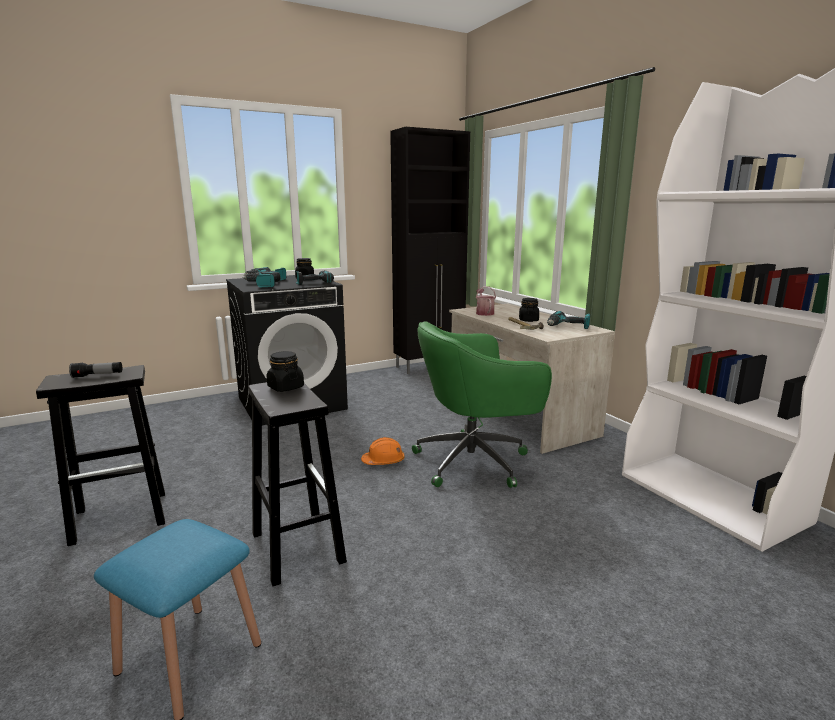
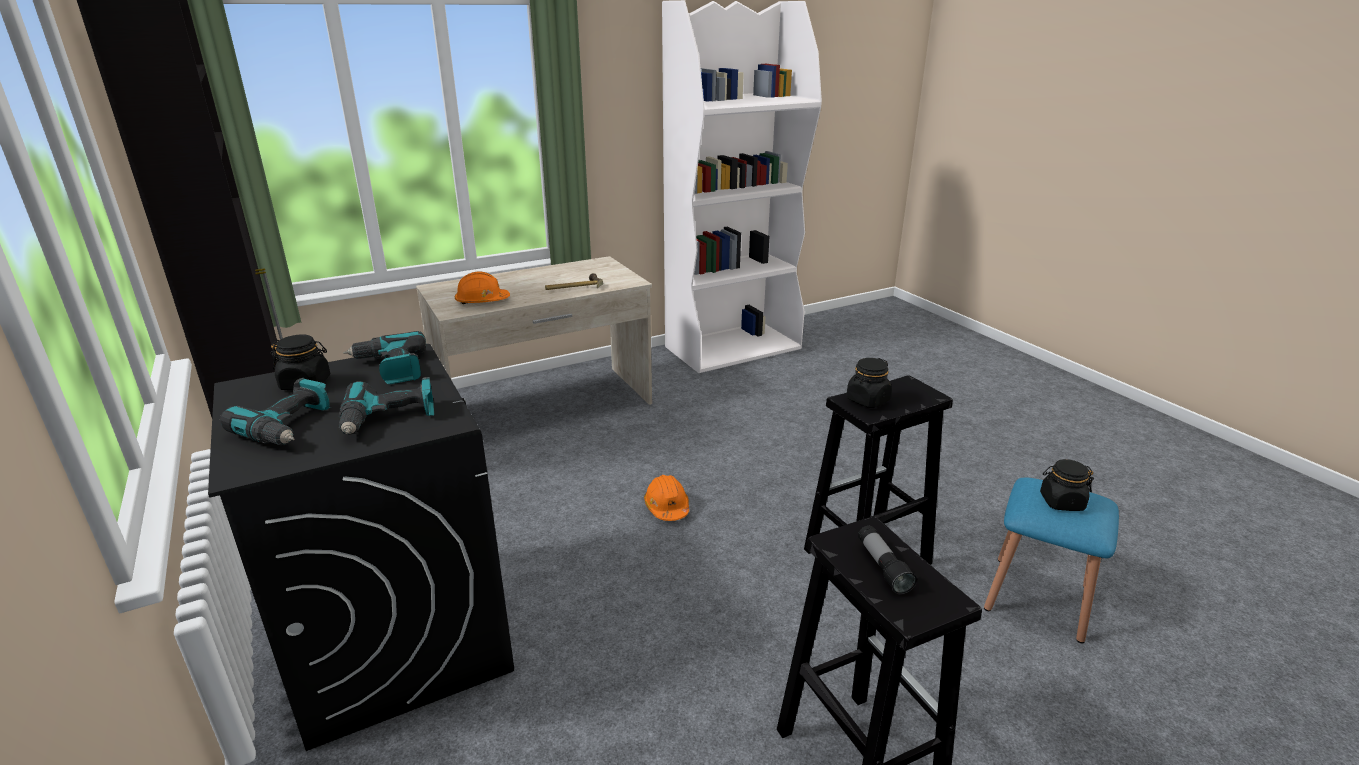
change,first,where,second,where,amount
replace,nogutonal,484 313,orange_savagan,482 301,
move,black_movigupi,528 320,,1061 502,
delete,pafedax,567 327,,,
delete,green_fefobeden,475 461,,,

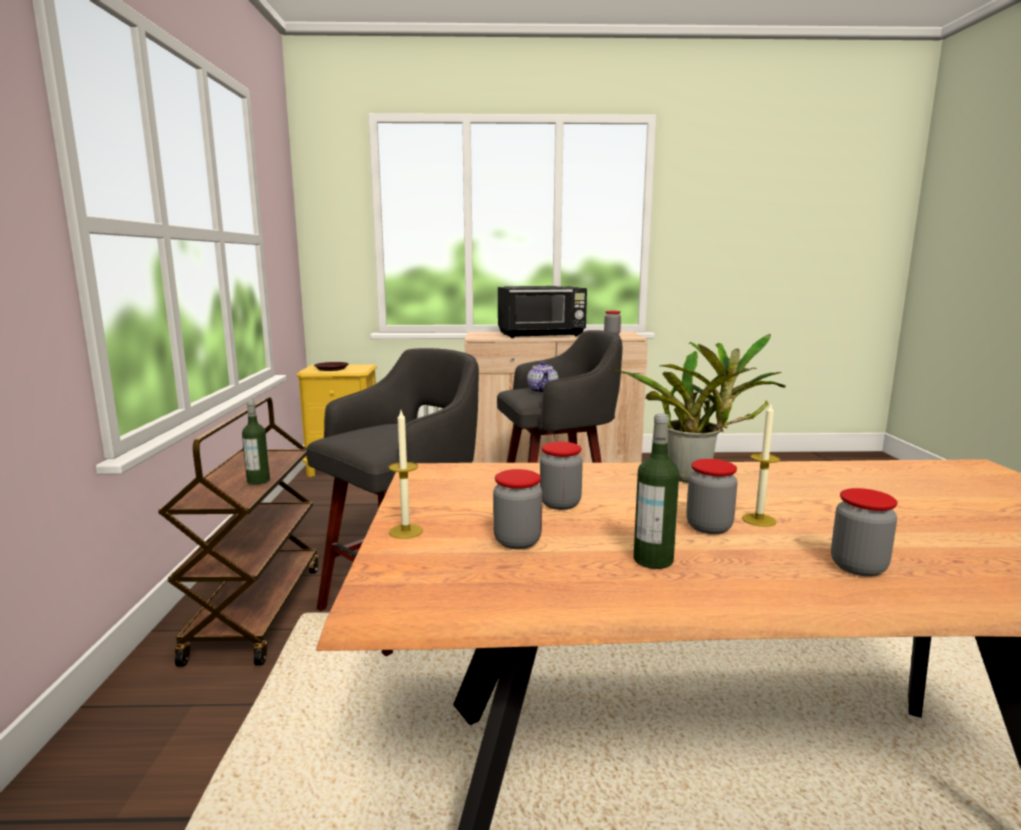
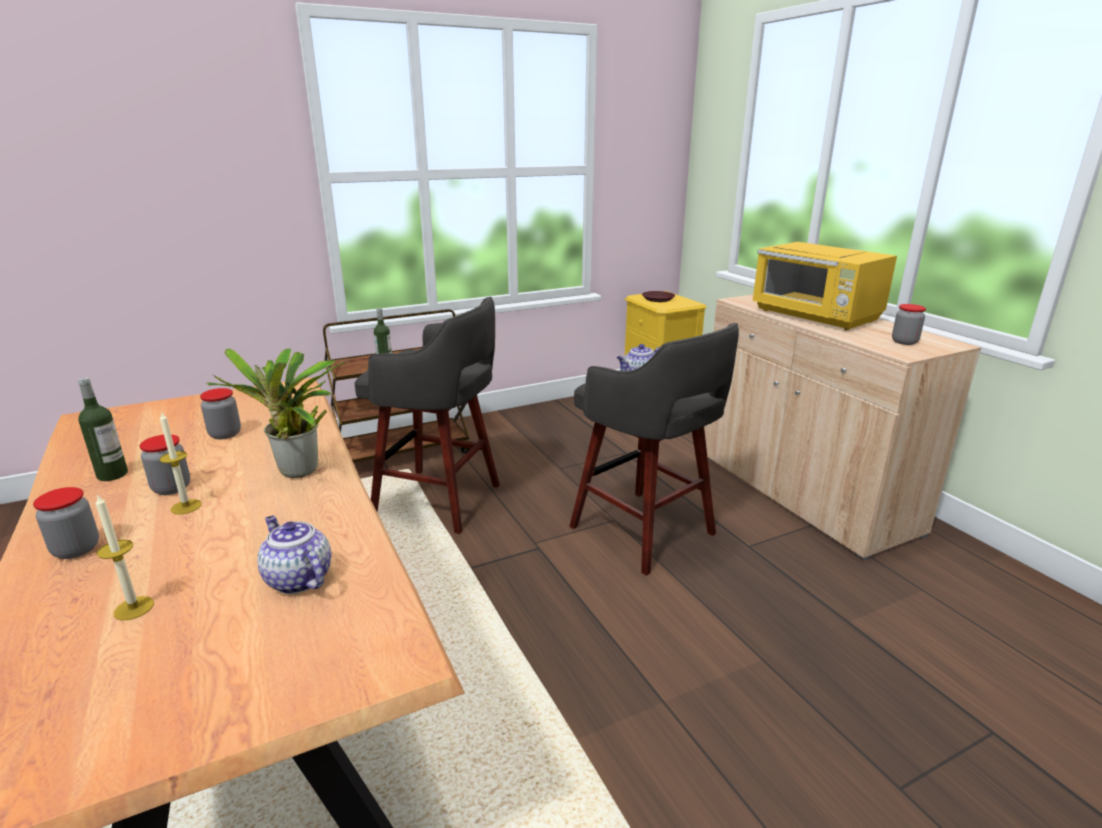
change,first,where,second,where,amount
recolor,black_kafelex,542 335,yellow_kafelex,815 316,
move,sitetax,406 531,,134 608,
delete,movigupi,517 541,,,
insert,,,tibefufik,297 579,

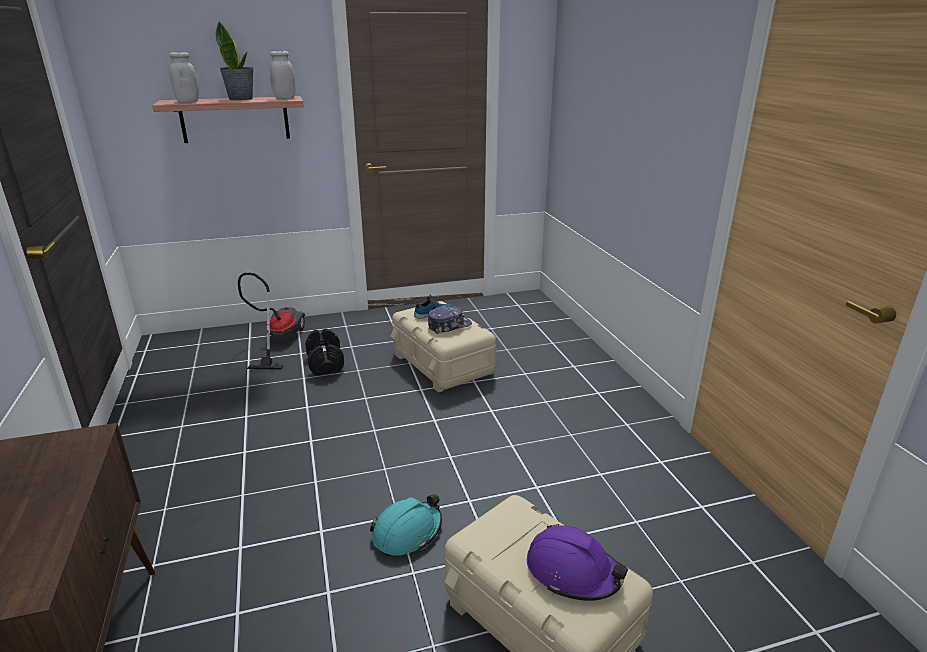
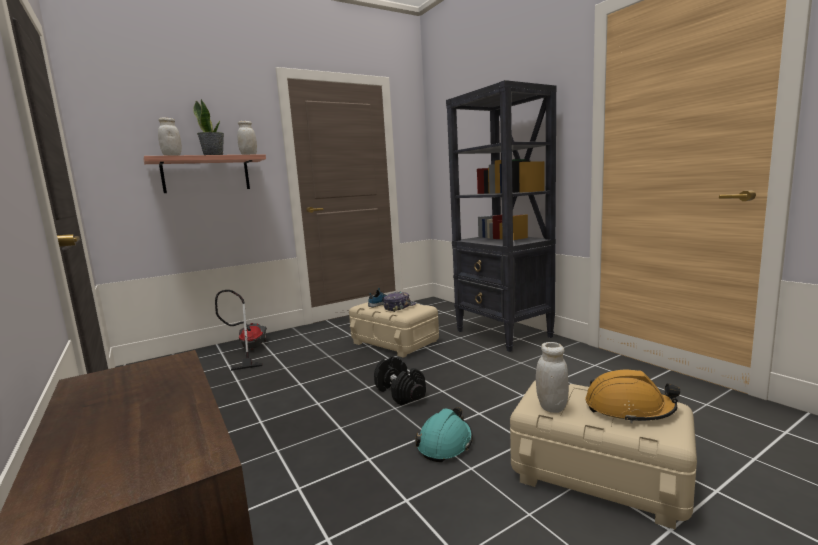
change,first,where,second,where,amount
move,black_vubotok,325 363,,400 392,
recolor,purple_savagan,573 572,orange_savagan,628 409,
insert,,,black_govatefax,504 334,
insert,,,white_movigupi,551 407,

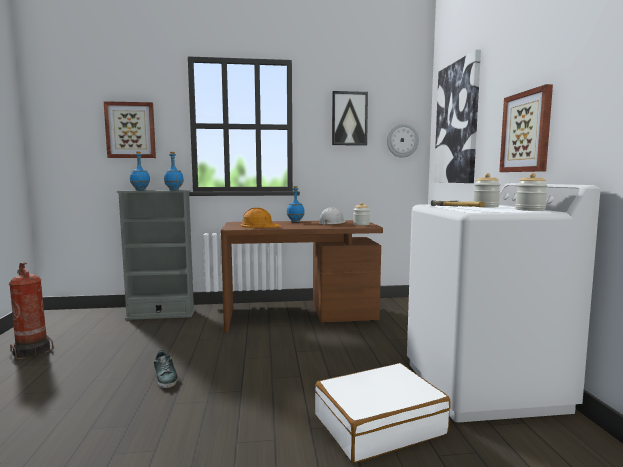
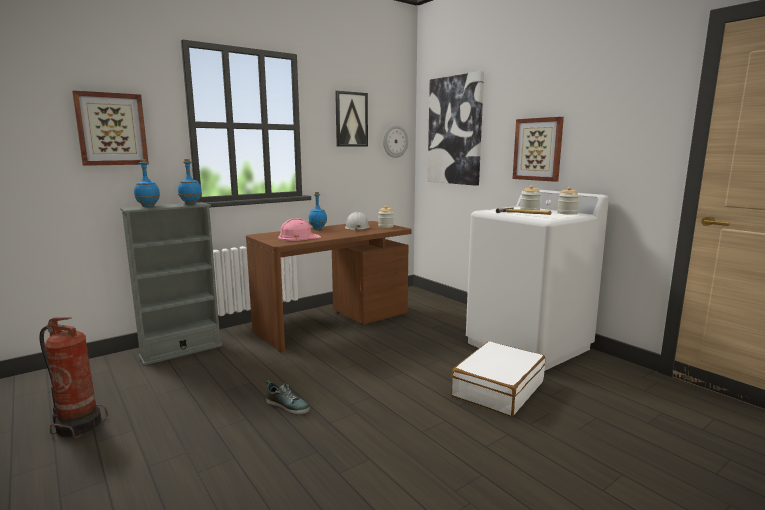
change,first,where,second,where,amount
recolor,orange_savagan,259 226,pink_savagan,298 237,

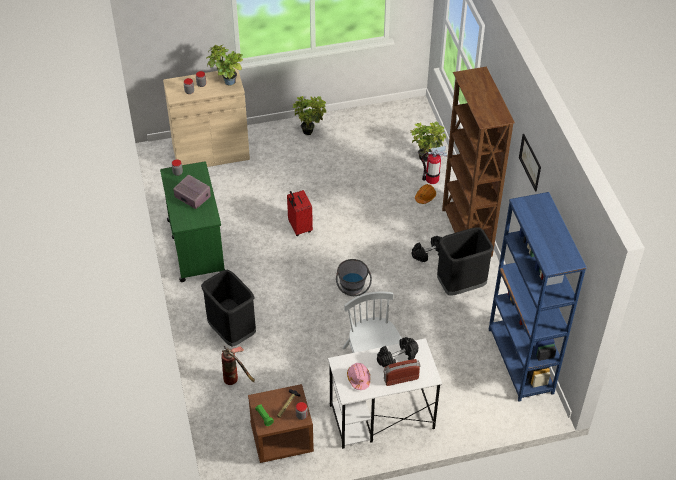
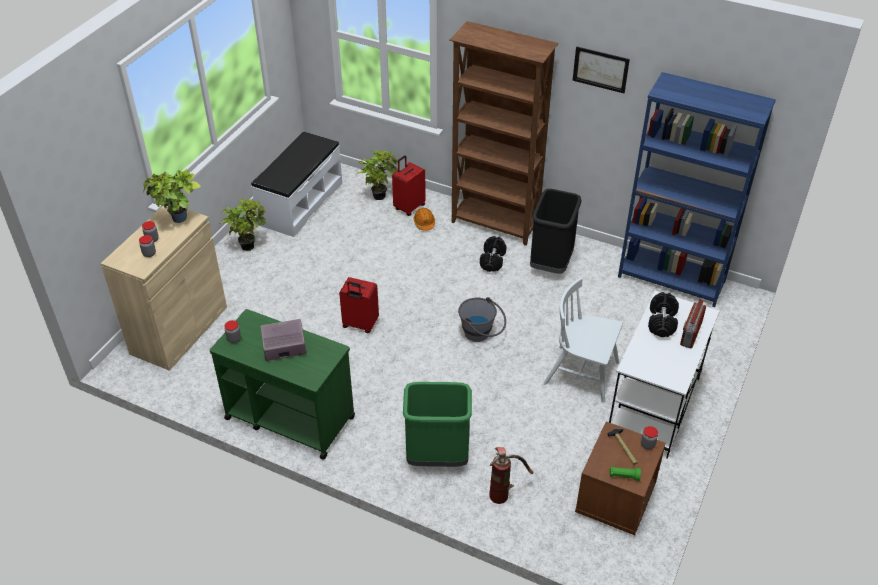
change,first,where,second,where,amount
replace,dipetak,432 179,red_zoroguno,409 207,
recolor,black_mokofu,231 332,green_mokofu,437 457,
delete,pink_savagan,358 378,,,
insert,,,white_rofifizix,300 203,

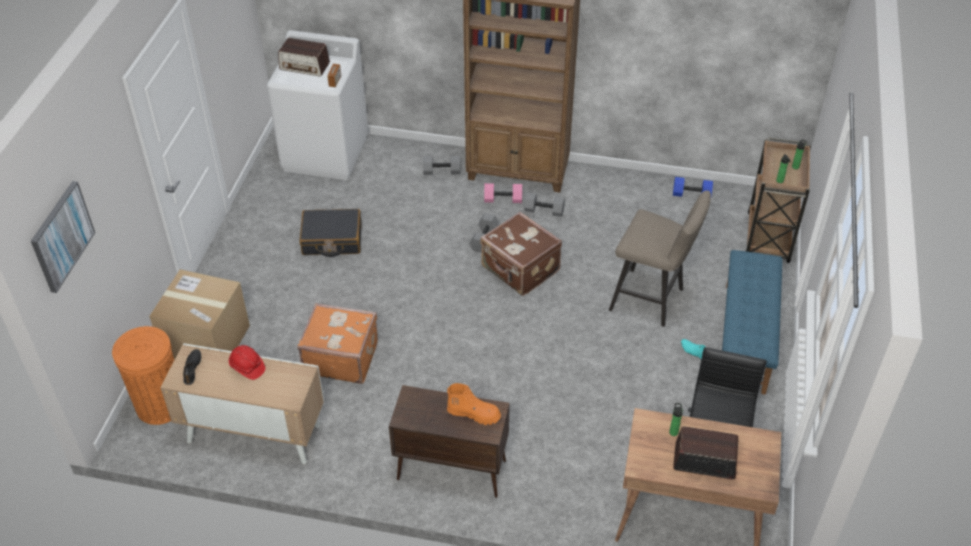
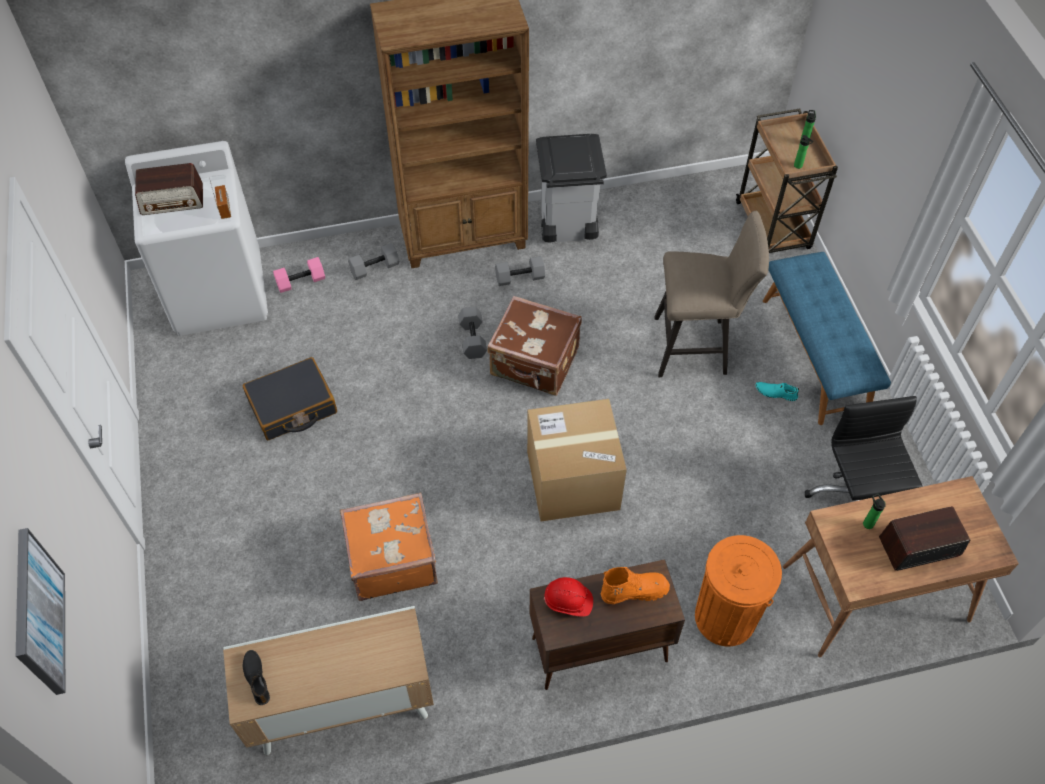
change,first,where,second,where,amount
delete,blue_vubotok,692 194,,,
move,pink_vubotok,503 199,,301 281,
move,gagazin,207 342,,573 480,
move,orange_mokofu,160 405,,725 617,
move,red_savagan,247 367,,568 601,
insert,,,grey_mokofu,566 227,

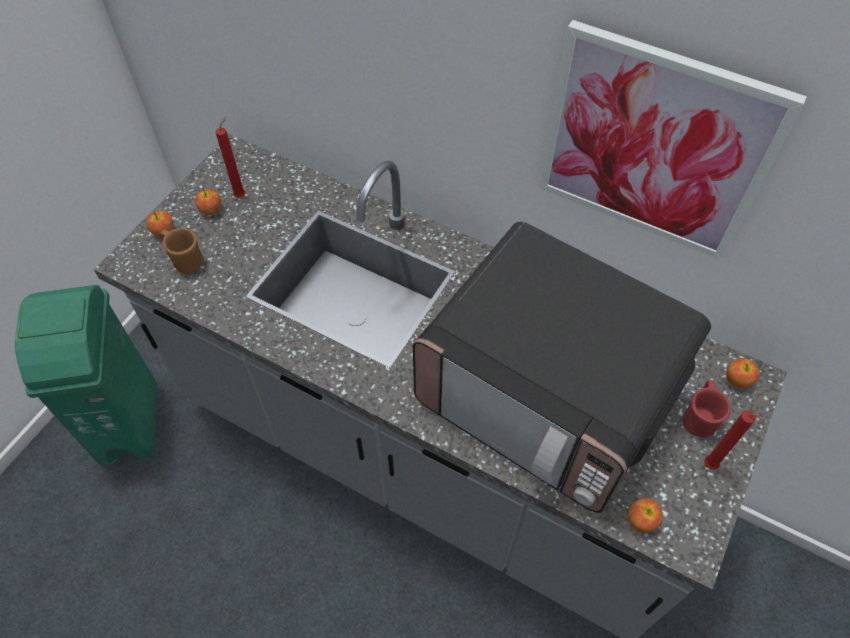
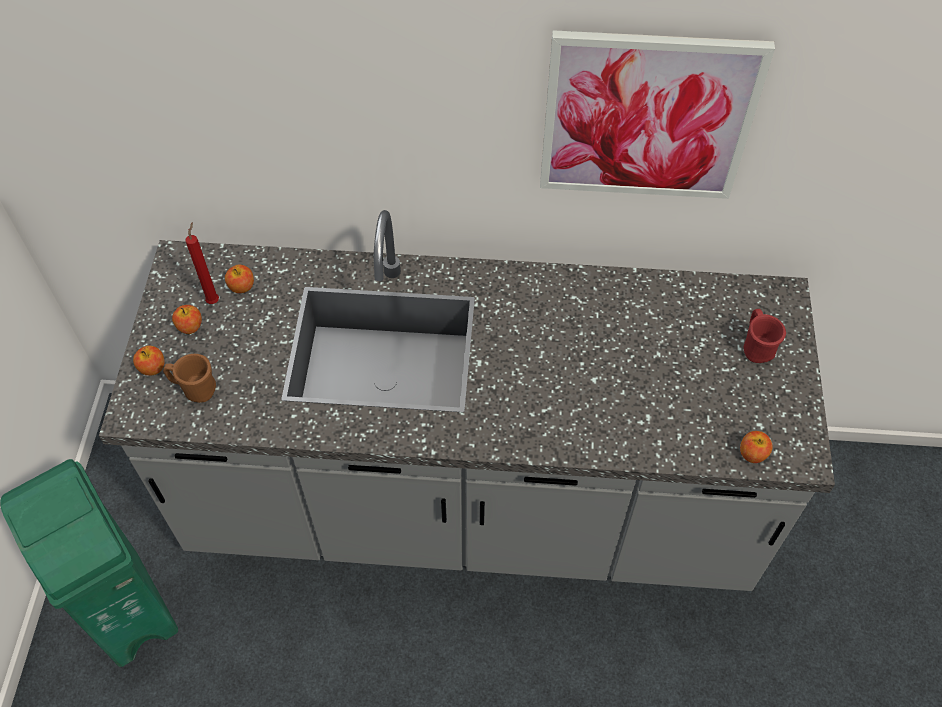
change,first,where,second,where,amount
delete,kafelex,548 396,,,
move,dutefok,737 380,,241 287,
delete,red_sitetax,711 467,,,

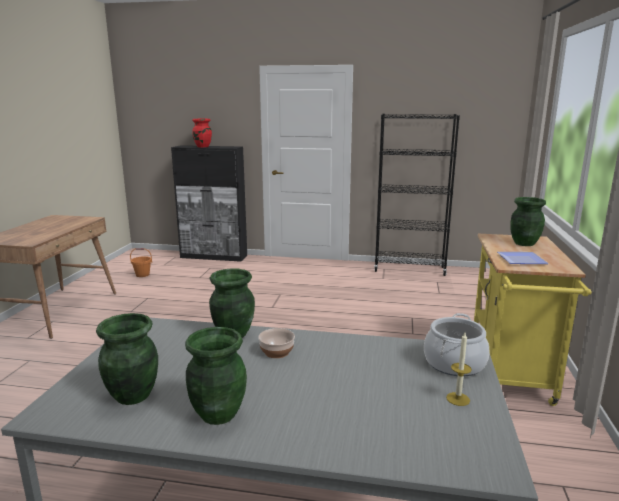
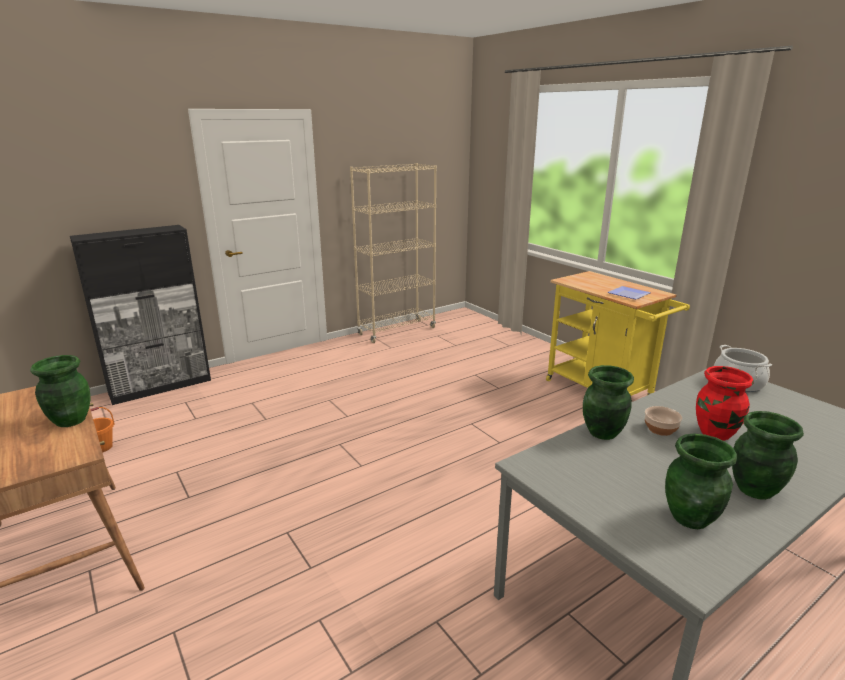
change,first,where,second,where,amount
recolor,black_govatefax,409 269,beige_govatefax,397 331,
move,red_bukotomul,202 146,,715 433,
move,green_bukotomul,524 243,,70 420,
delete,sitetax,458 399,,,

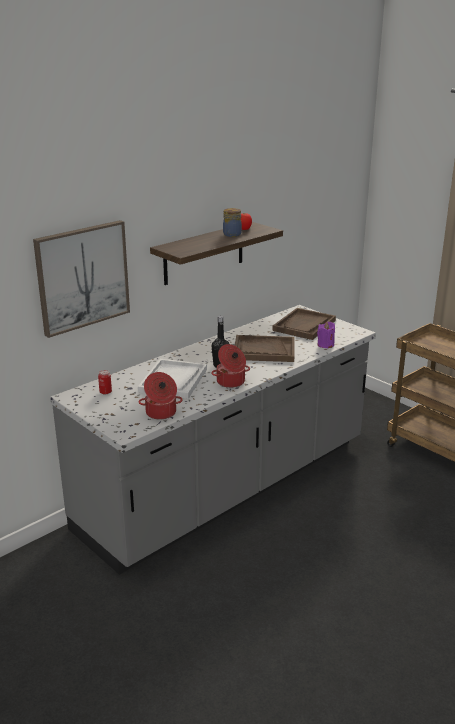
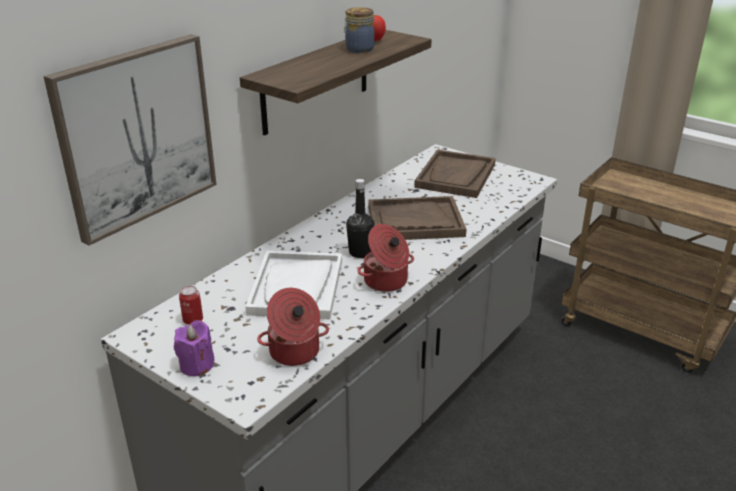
change,first,where,second,where,amount
move,purple_sitetax,325 345,,197 365,

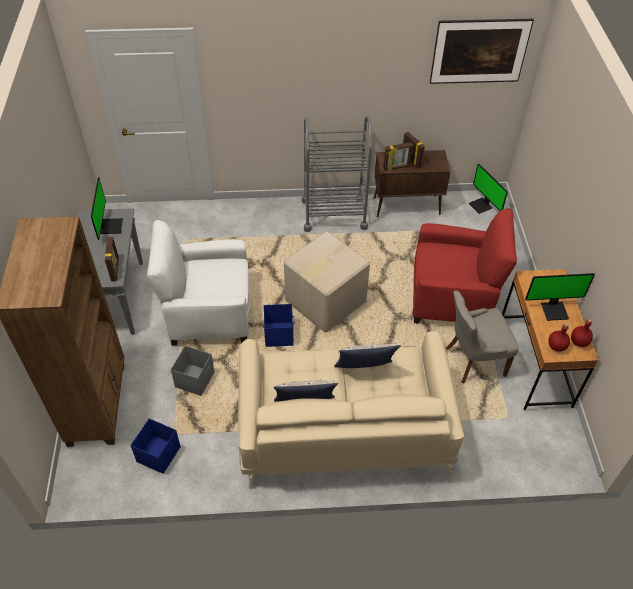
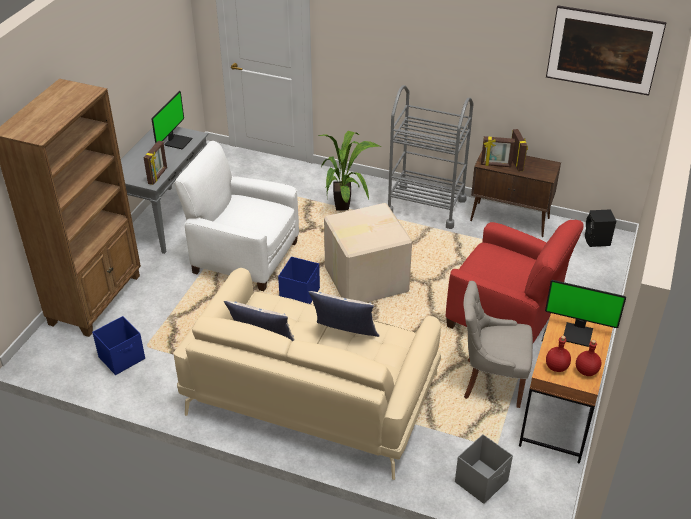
change,first,where,second,where,amount
replace,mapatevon,481 206,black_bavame,597 241,
move,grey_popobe,195 379,,482 481,
insert,,,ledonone,345 207,

